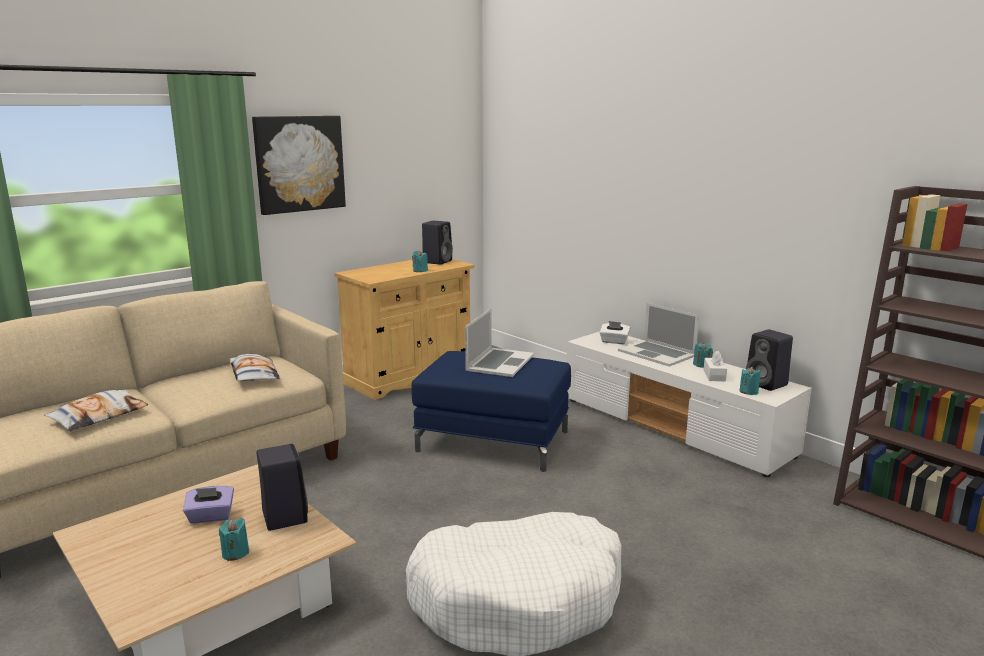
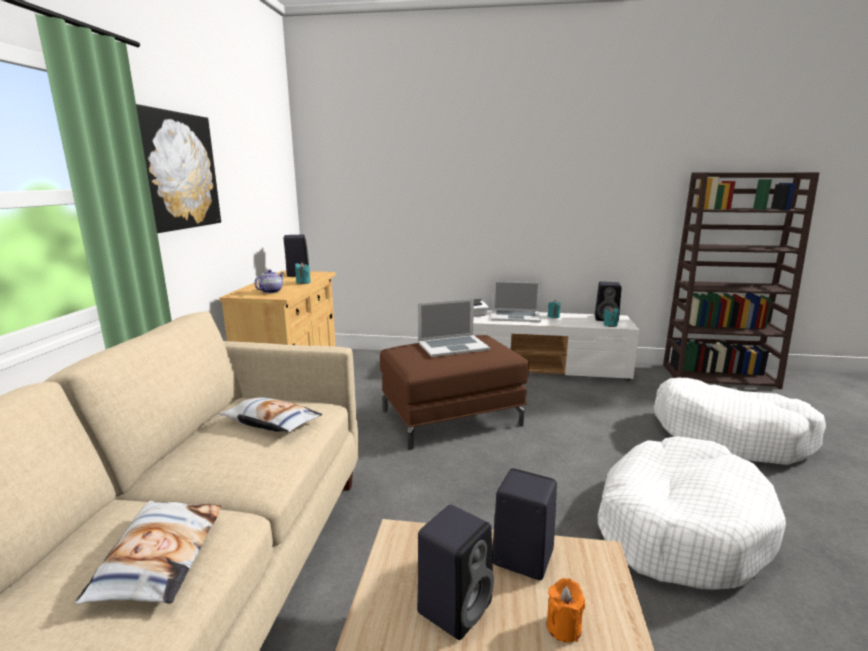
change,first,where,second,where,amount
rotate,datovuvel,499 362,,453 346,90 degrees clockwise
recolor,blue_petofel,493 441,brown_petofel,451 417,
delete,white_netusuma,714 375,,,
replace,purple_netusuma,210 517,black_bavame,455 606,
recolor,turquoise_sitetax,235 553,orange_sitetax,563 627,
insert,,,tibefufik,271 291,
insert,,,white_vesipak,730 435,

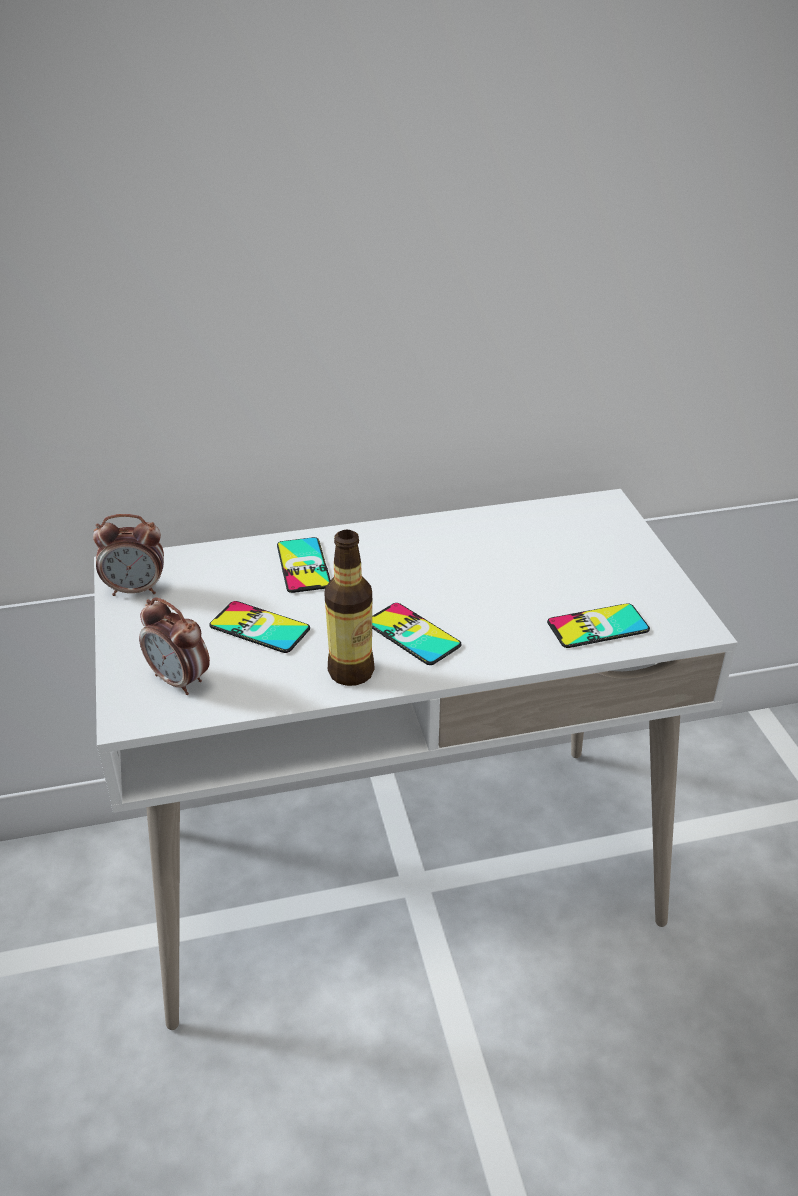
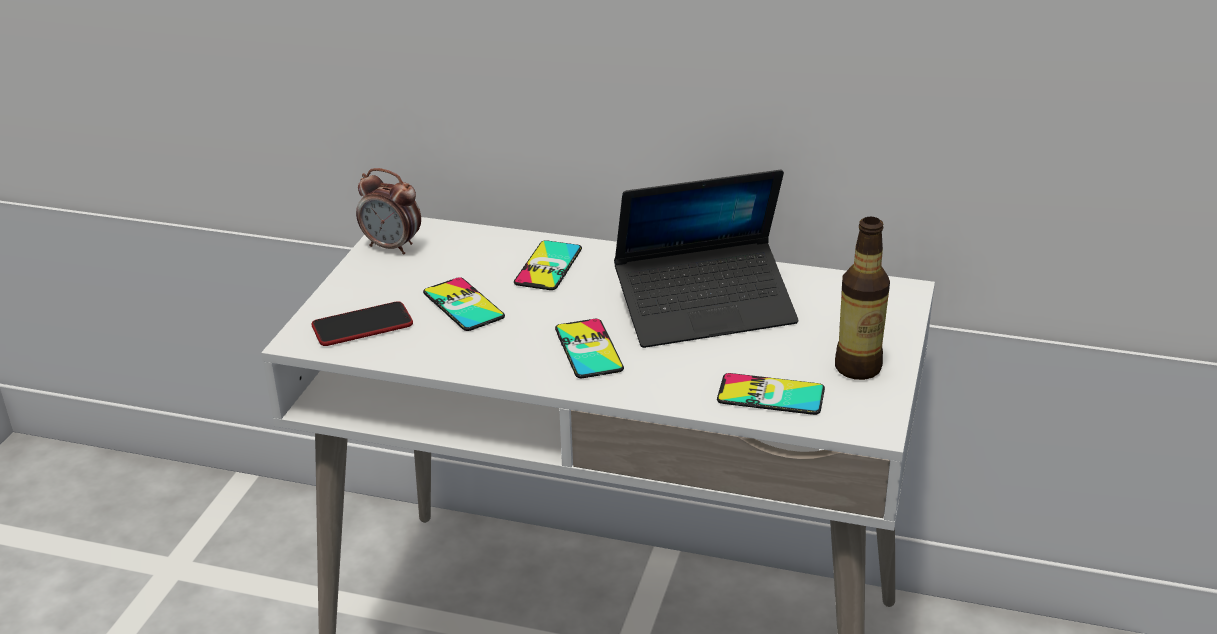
change,first,where,second,where,amount
move,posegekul,351 672,,858 368,
replace,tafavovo,179 681,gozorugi,362 326,
insert,,,datovuvel,705 309,

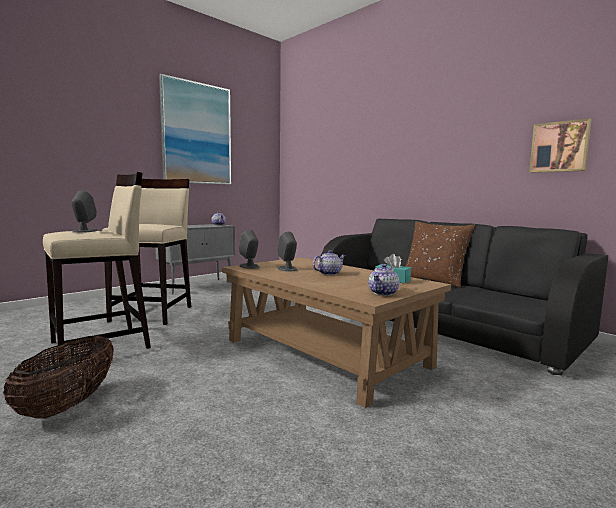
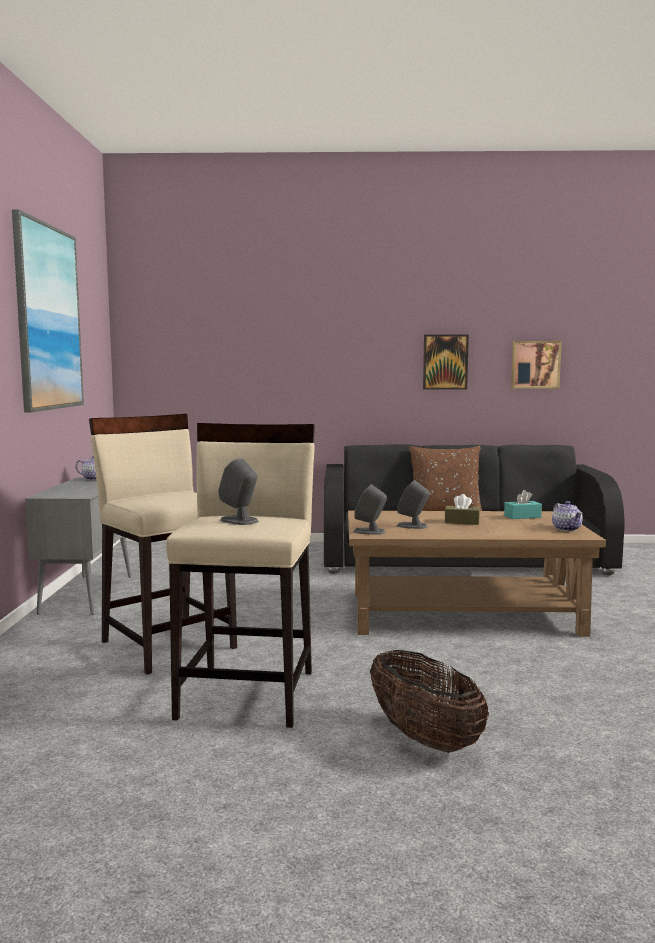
change,first,where,second,where,amount
replace,tibefufik,329 273,brown_netusuma,462 522,
insert,,,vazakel,445 362,

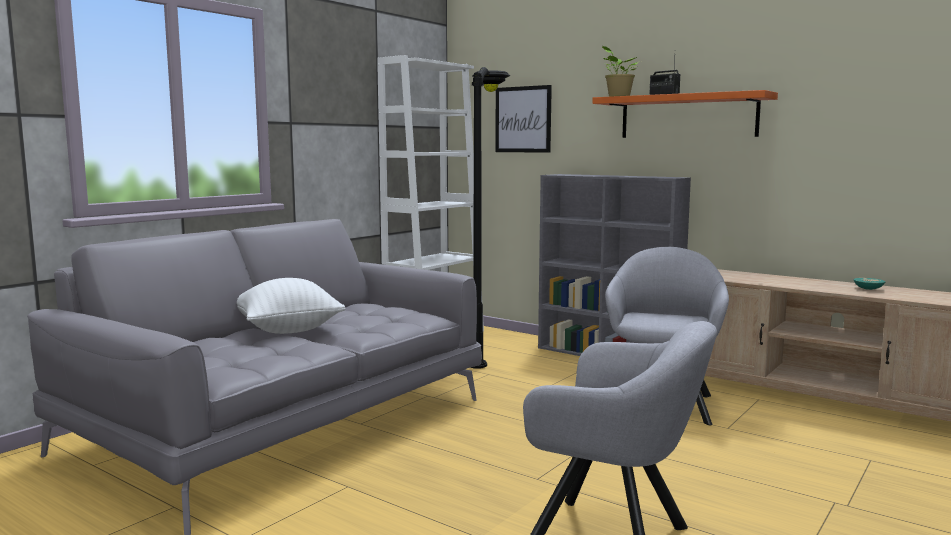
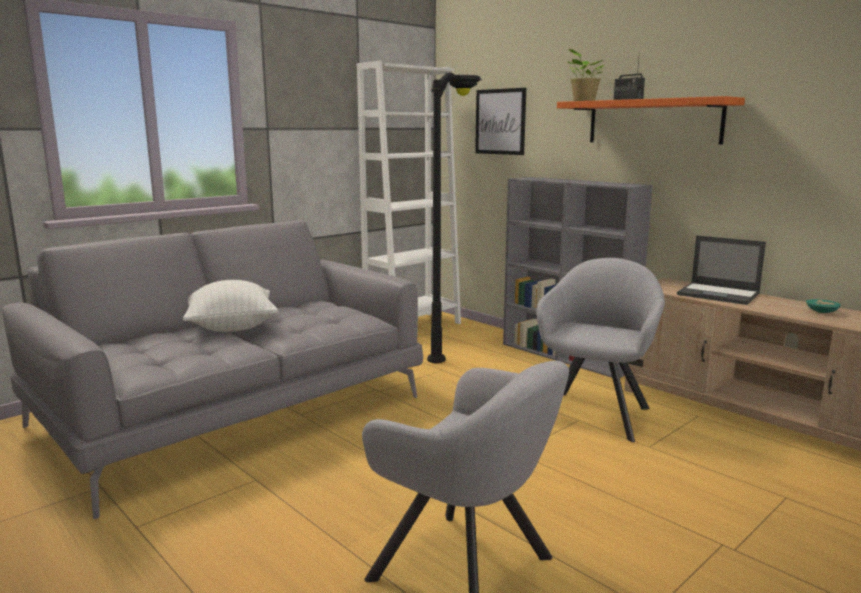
change,first,where,second,where,amount
insert,,,datovuvel,719 294,

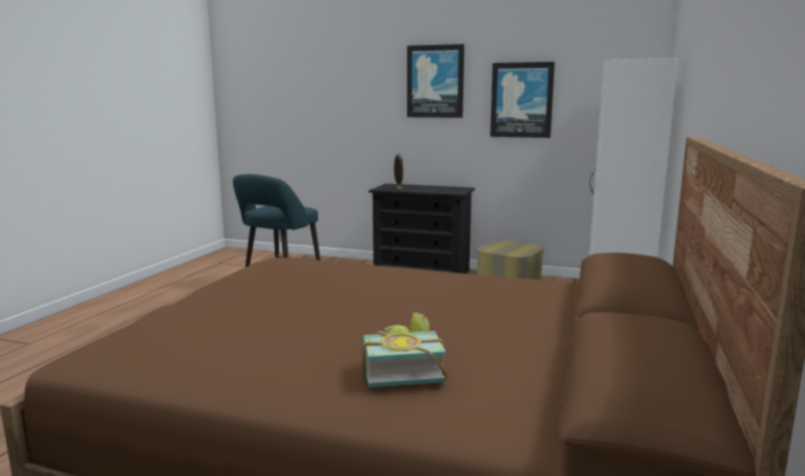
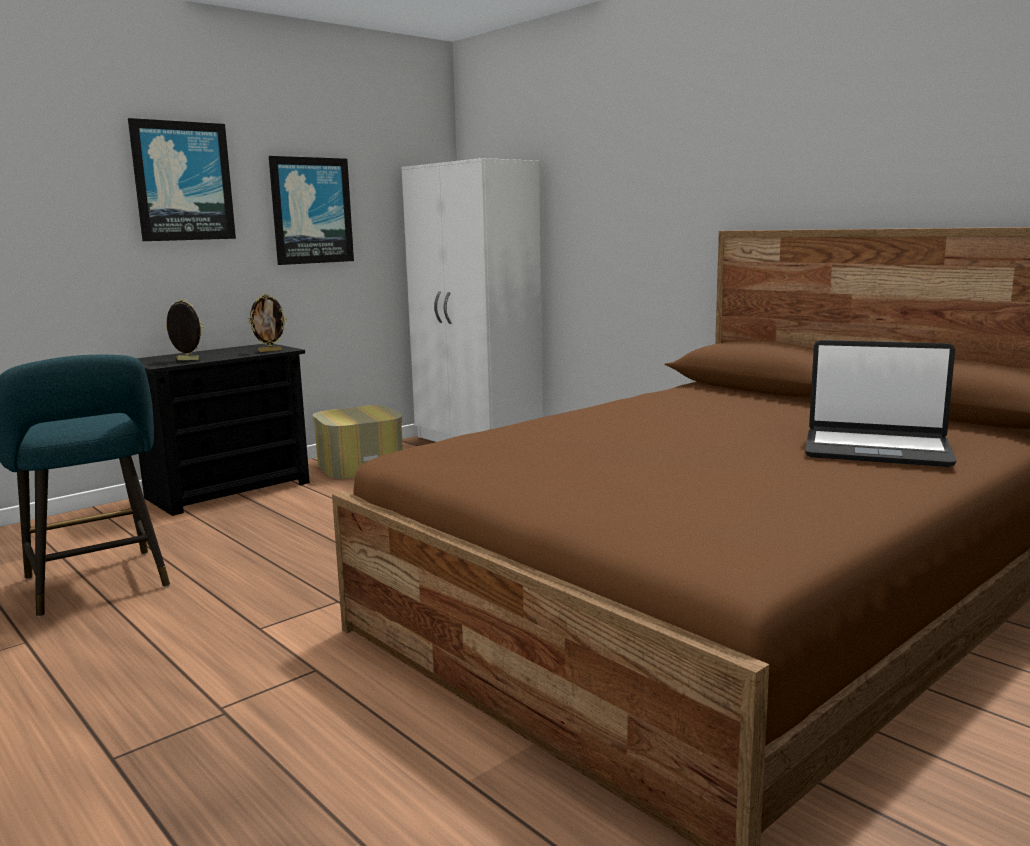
change,first,where,second,where,amount
replace,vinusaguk,401 372,datovuvel,876 449,
insert,,,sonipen,270 351,

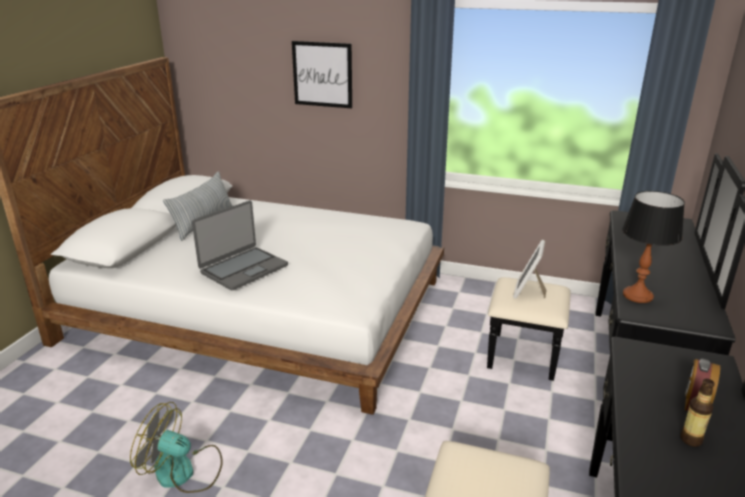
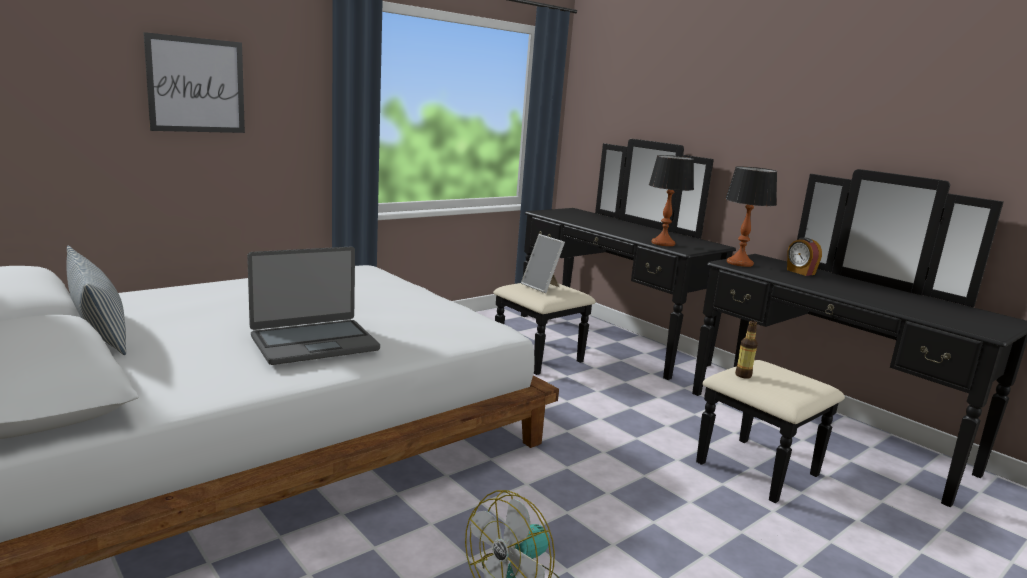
change,first,where,second,where,amount
rotate,datovuvel,243 269,,314 343,75 degrees clockwise
move,posegekul,691 439,,743 375,
insert,,,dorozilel,739 263,

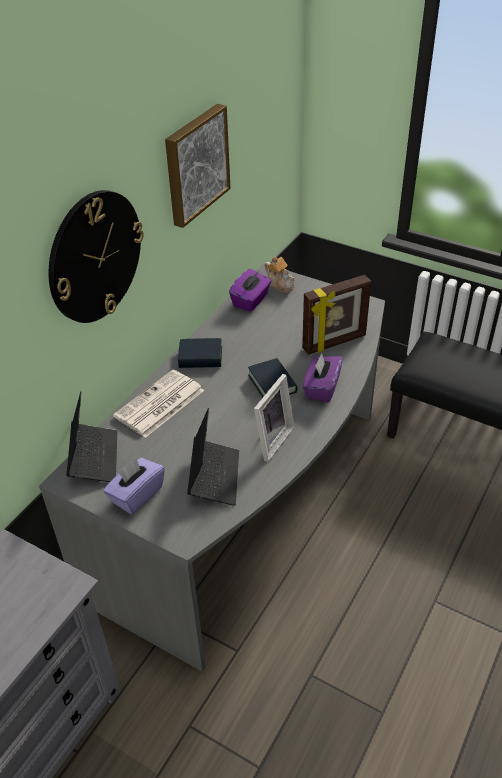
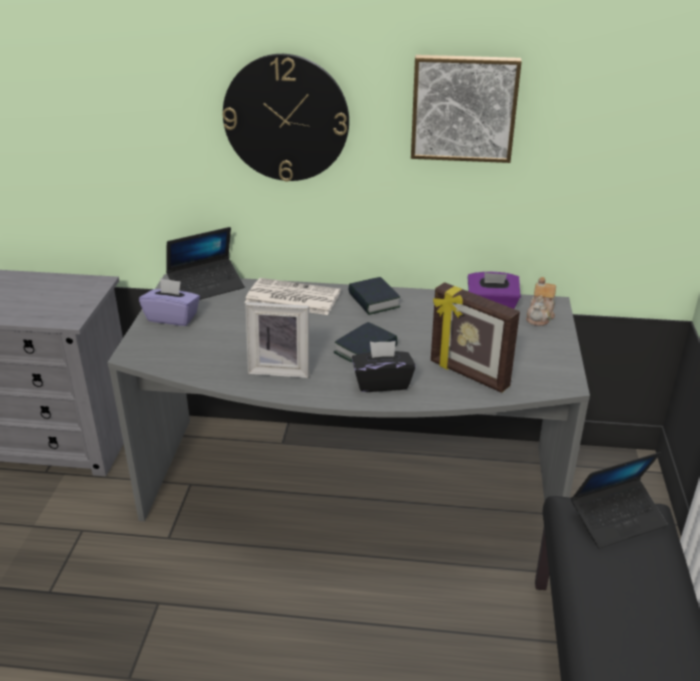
change,first,where,second,where,amount
recolor,purple_netusuma,321 388,black_netusuma,382 382,
move,datovuvel,214 476,,617 519,

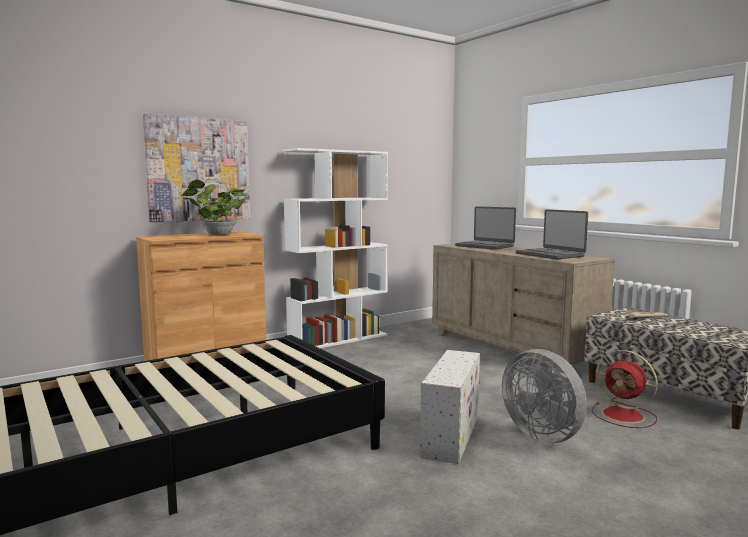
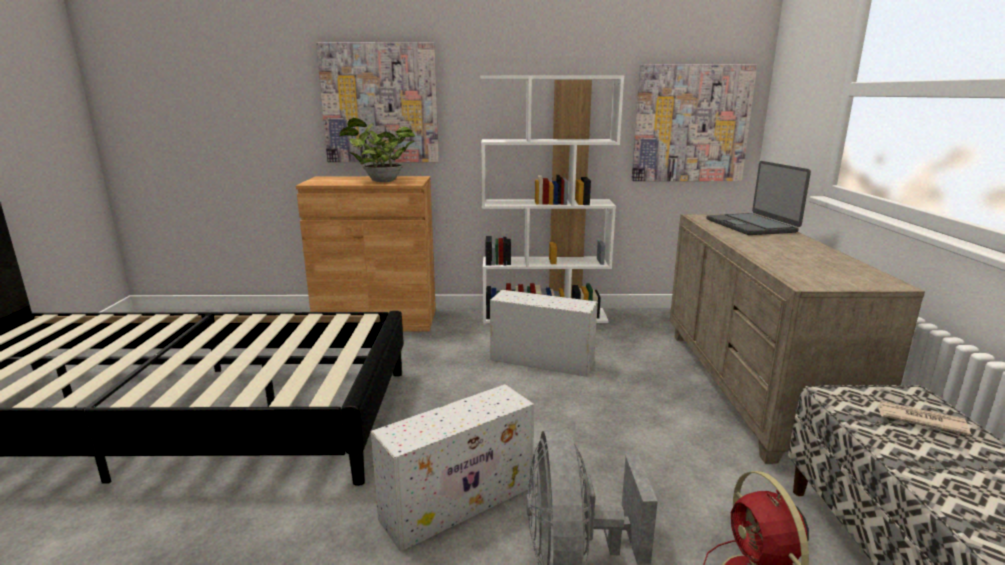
change,first,where,second,where,amount
delete,datovuvel,550 255,,,
insert,,,vazakel,691 124,
insert,,,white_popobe,540 361,

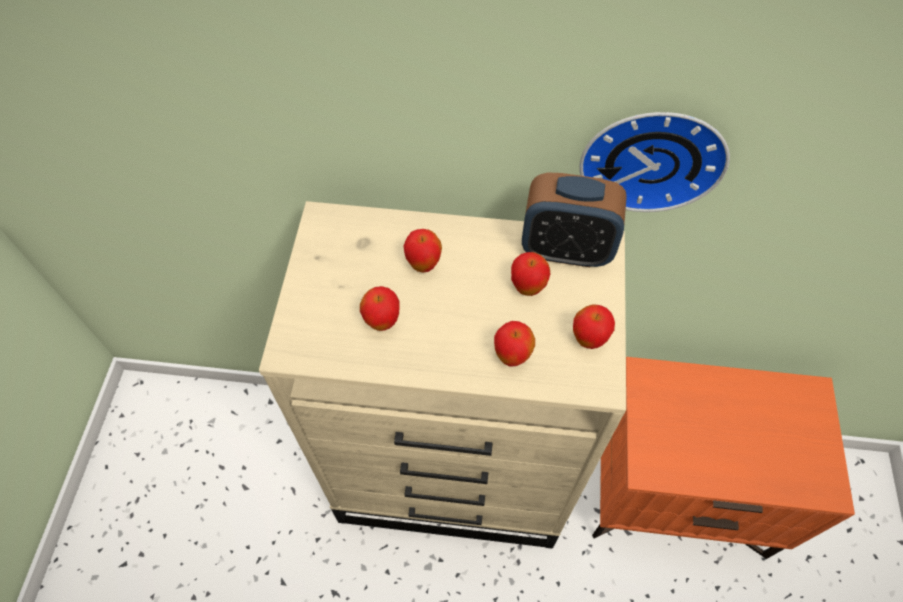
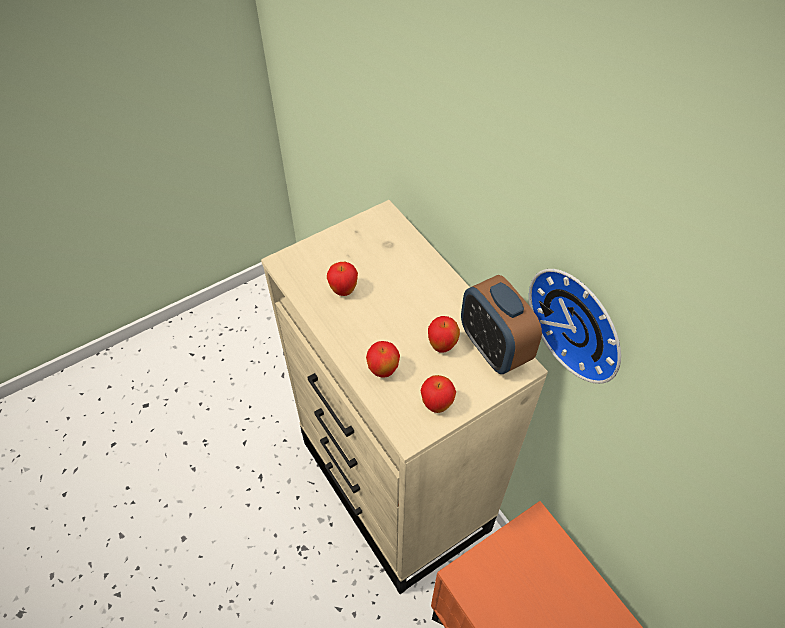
change,first,where,second,where,amount
delete,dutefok,423 264,,,

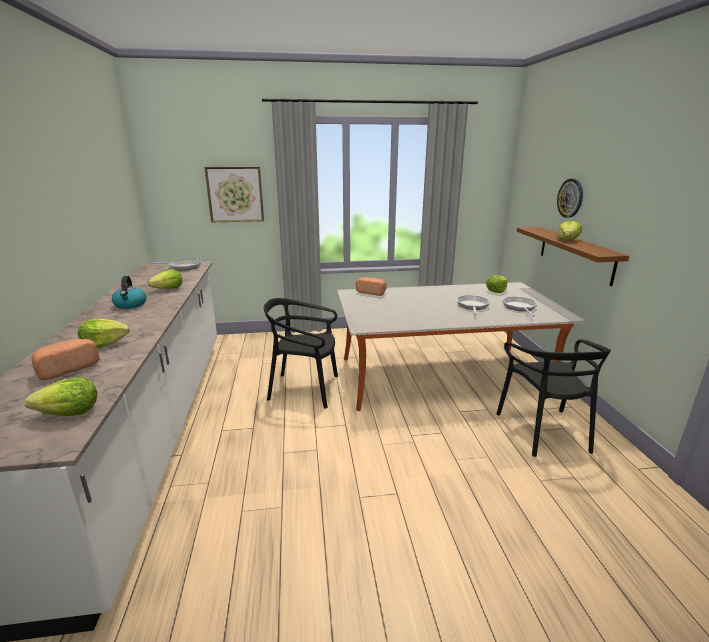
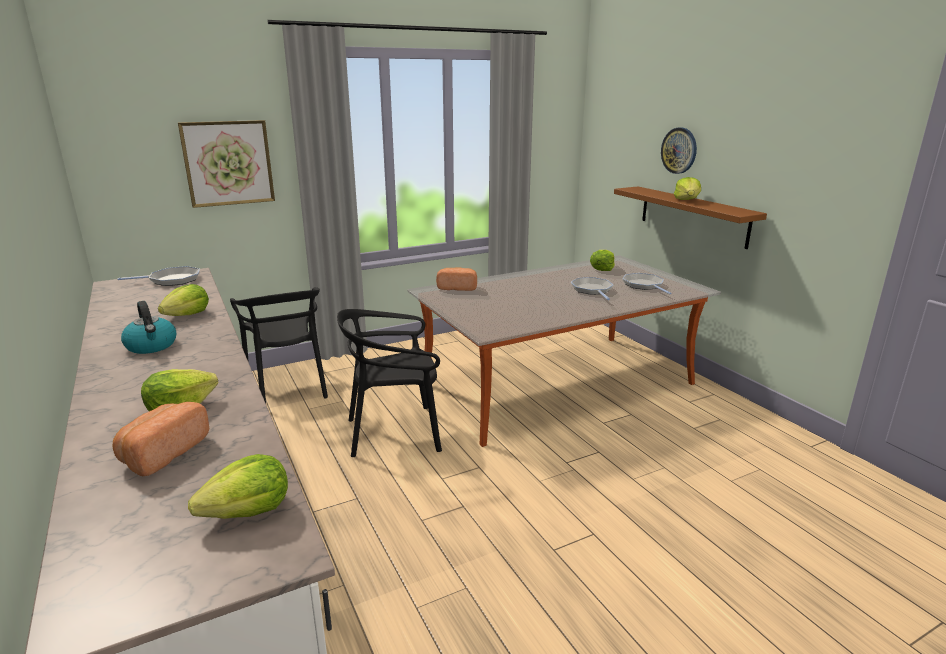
change,first,where,second,where,amount
move,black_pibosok,543 431,,289 387,

